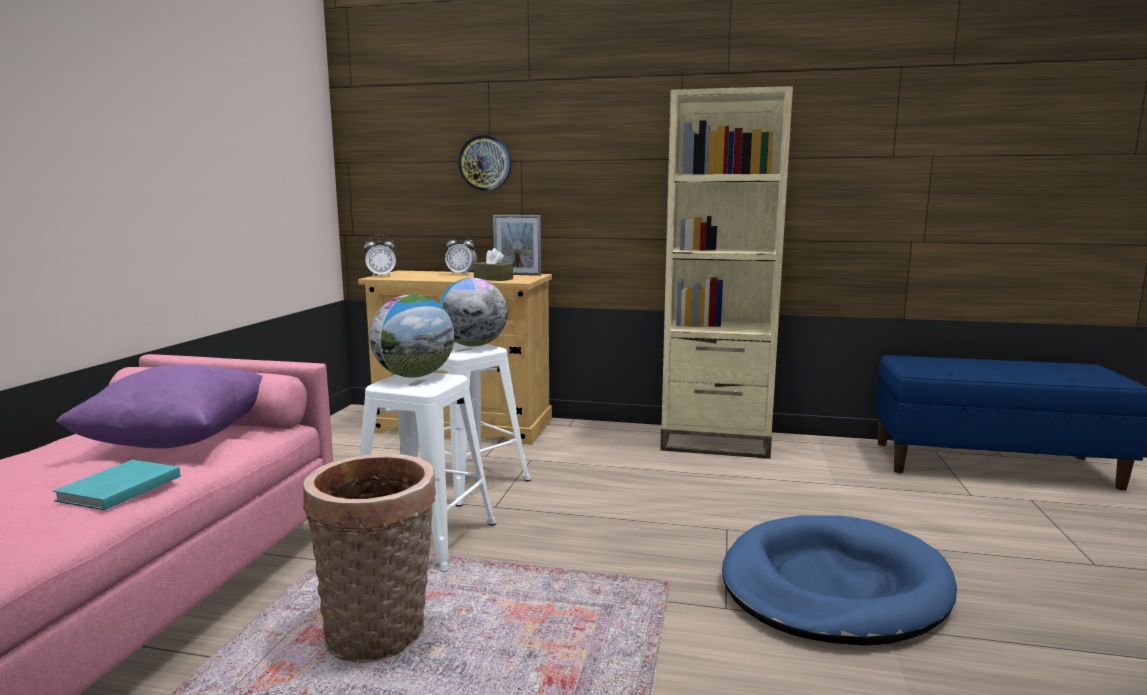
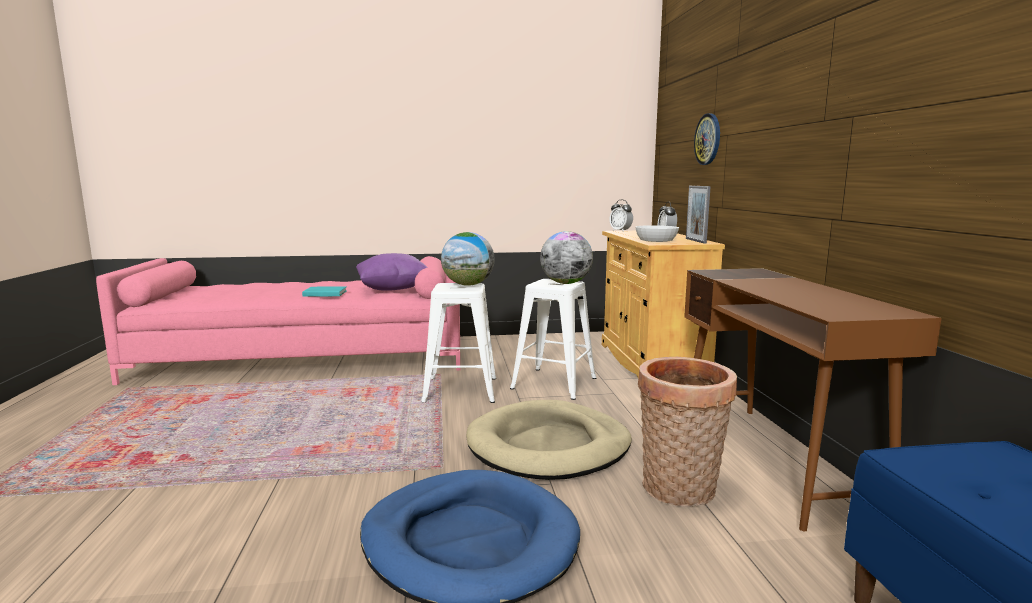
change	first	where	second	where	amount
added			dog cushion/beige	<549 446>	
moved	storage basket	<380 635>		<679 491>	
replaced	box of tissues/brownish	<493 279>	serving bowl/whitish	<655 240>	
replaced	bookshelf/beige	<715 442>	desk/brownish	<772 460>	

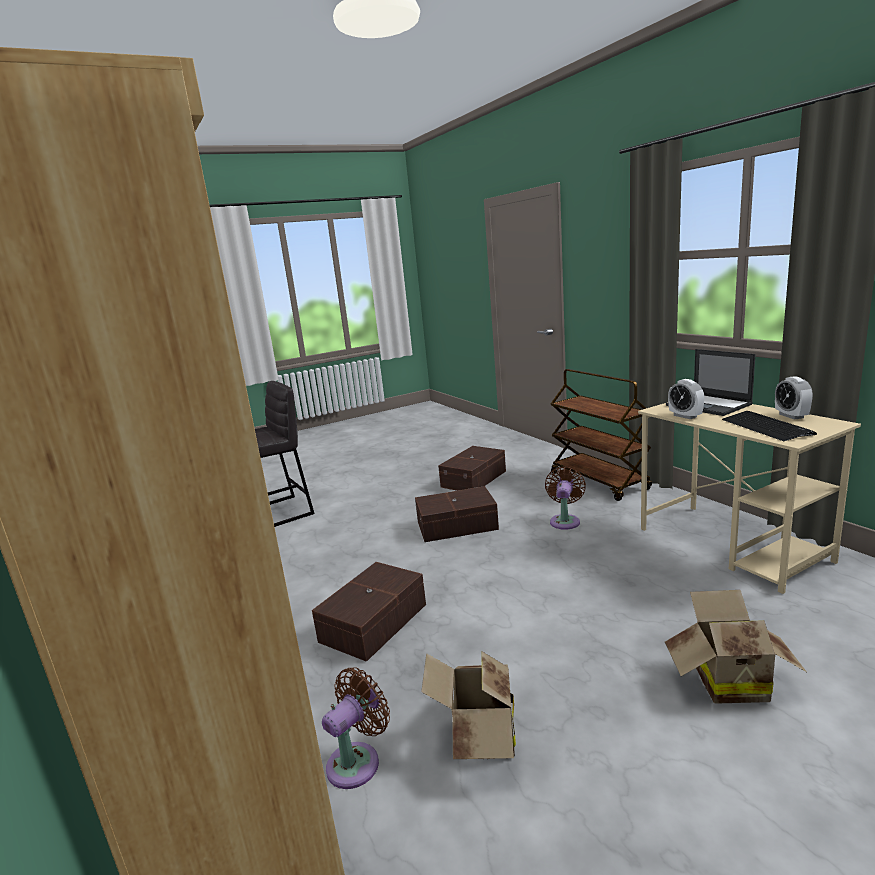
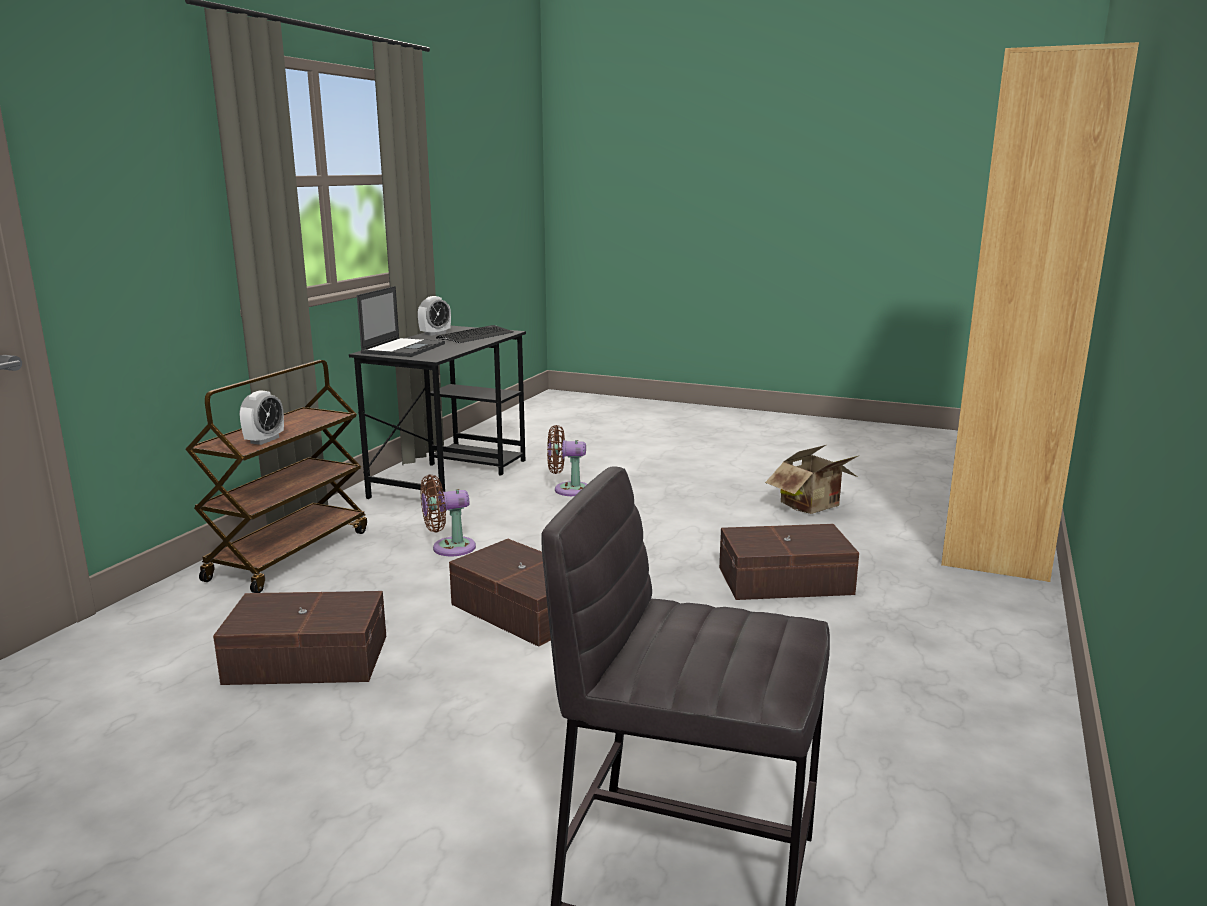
change	first	where	second	where	amount
removed	carton	<726 681>			
moved	fan/brownish	<357 761>		<568 490>	
moved	alarm clock	<685 416>		<264 440>	
recoloured	desk/beige	<732 545>	desk/blackish	<451 478>	

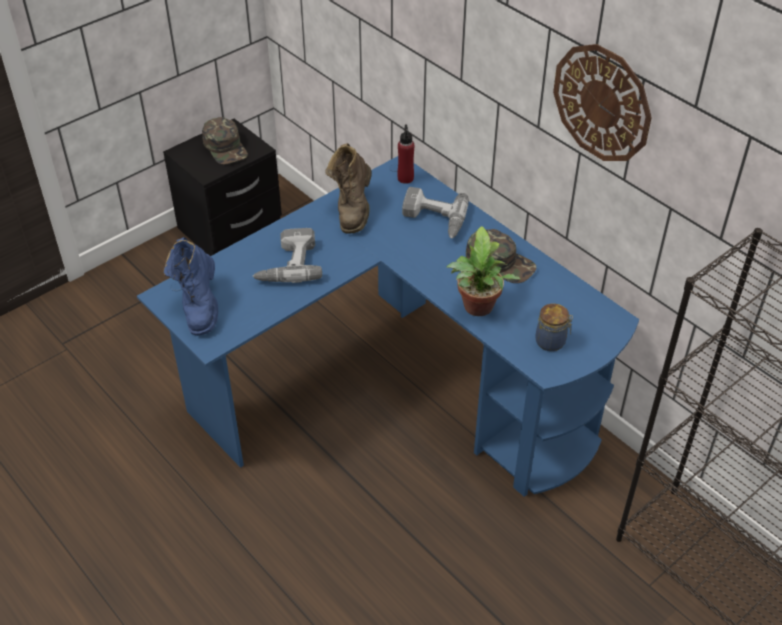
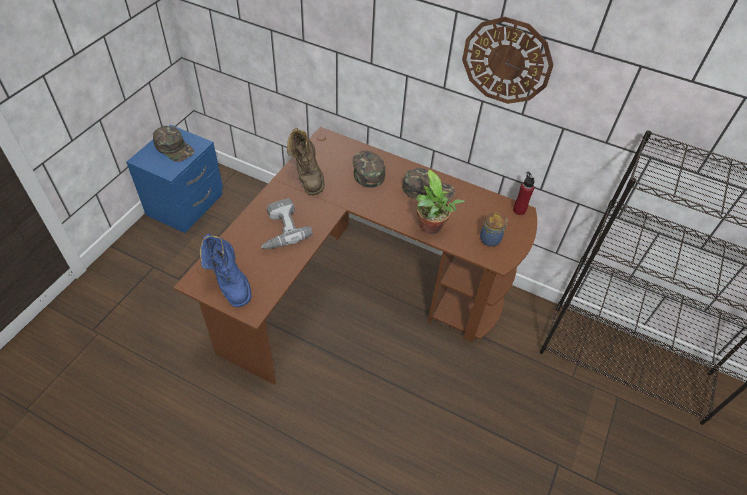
change	first	where	second	where	amount
moved	bottle/red	<405 178>		<519 210>	
replaced	drill	<433 220>	peaked cap/greenish	<367 170>	
recoloured	desk/blue-coloured	<398 389>	desk/brownish	<358 292>	
recoloured	night table/blackish	<231 228>	night table/blue-coloured	<186 205>	

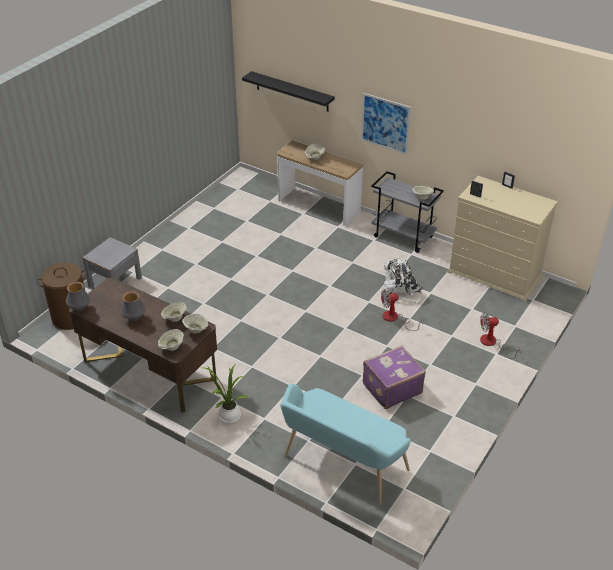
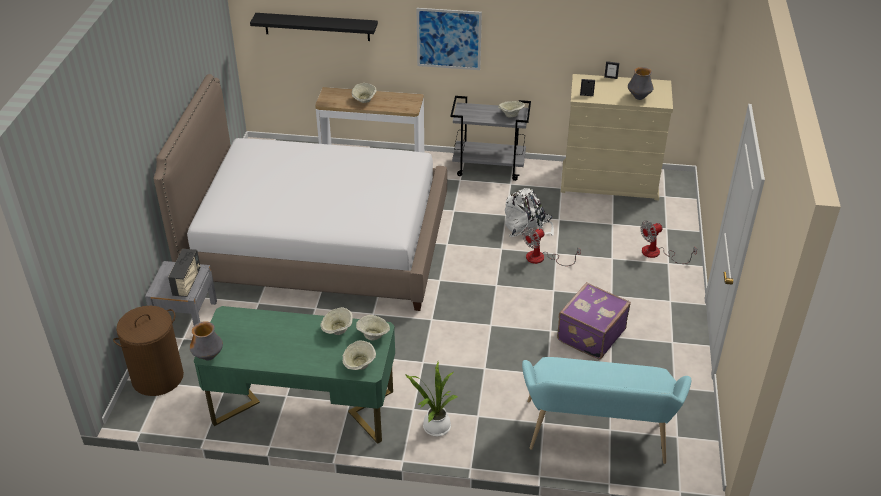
change	first	where	second	where	amount
added			bed	<317 244>	
added			radio	<187 282>	
moved	decorative vase	<134 318>		<639 97>	
recoloured	desk/brownish	<149 369>	desk/greenish	<303 407>	

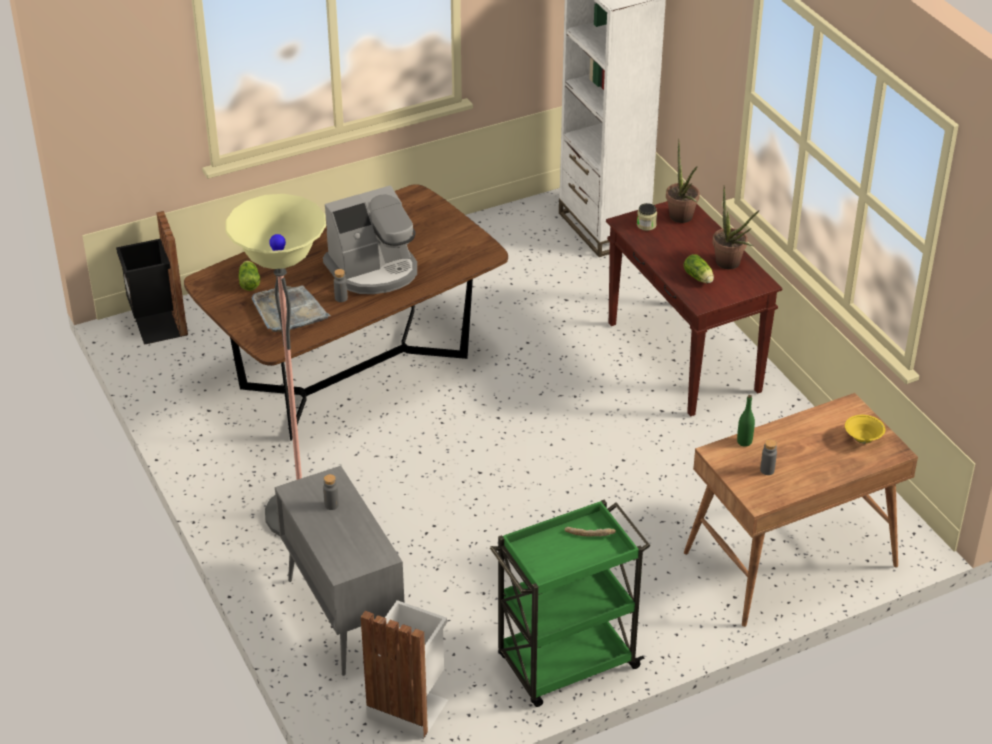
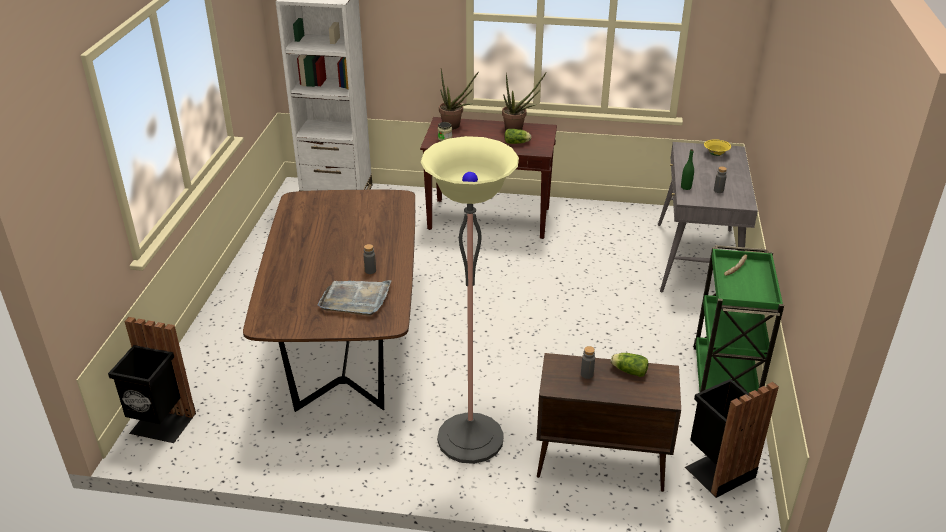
change	first	where	second	where	amount
removed	coffee brewer	<374 270>			
moved	head of lettuce	<249 282>		<628 371>	
recoloured	cabinet/gray	<343 615>	cabinet/brownish	<599 464>	
recoloured	trash can/whitish	<409 705>	trash can/blackish	<717 470>	
recoloured	desk/brownish	<790 561>	desk/gray	<697 260>	

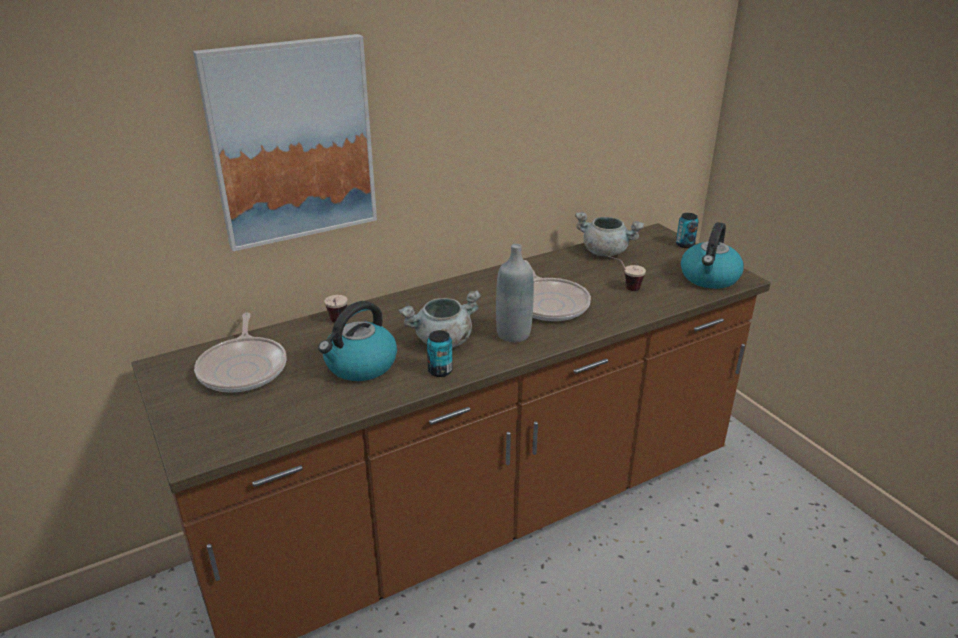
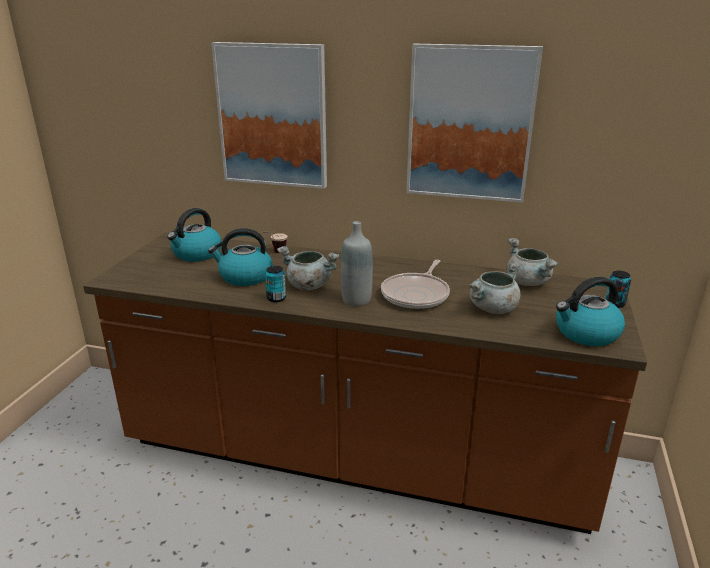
change	first	where	second	where	amount
added			wall art	<470 123>	
replaced	pan	<244 368>	tea kettle	<196 254>	
replaced	cup	<624 288>	stockpot/gray	<493 309>	

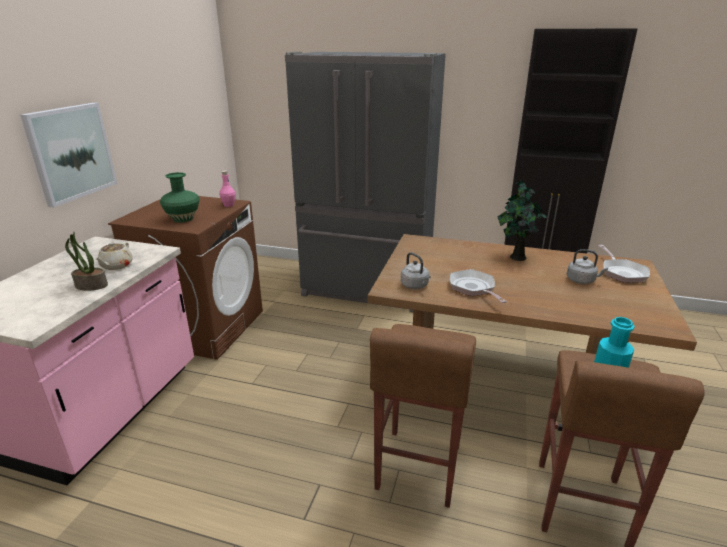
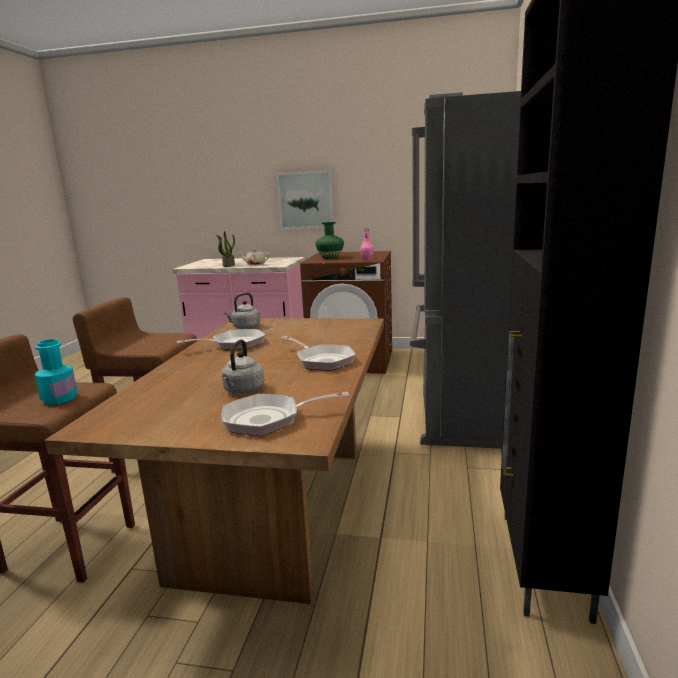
change	first	where	second	where	amount
replaced	houseplant	<516 257>	pan	<322 360>	

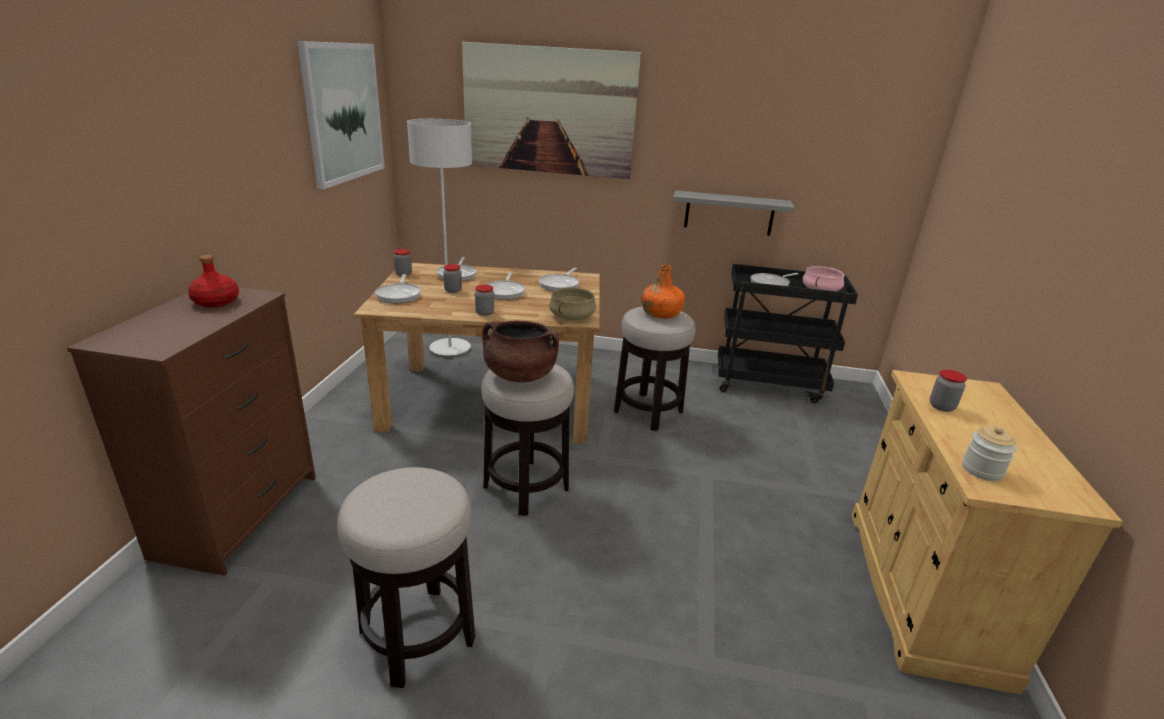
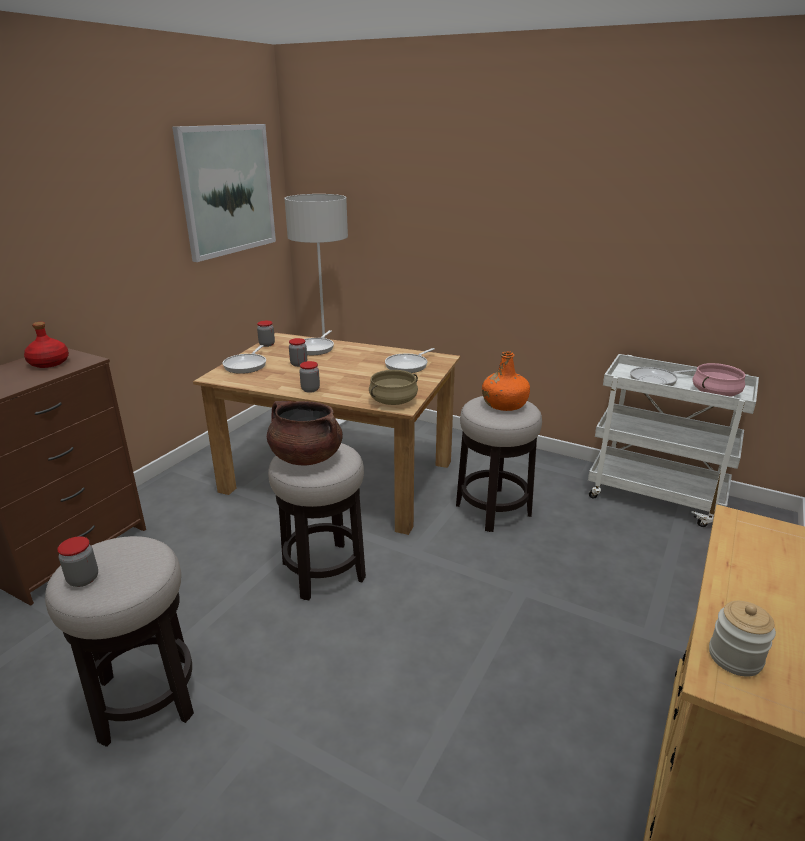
change	first	where	second	where	amount
removed	wall art	<549 111>			
removed	pan	<504 292>			
removed	shelf/gray	<729 213>			
moved	preserve jar	<941 407>		<83 579>	
recoloured	wheeled cart/blackish	<769 384>	wheeled cart/whitish	<656 496>	

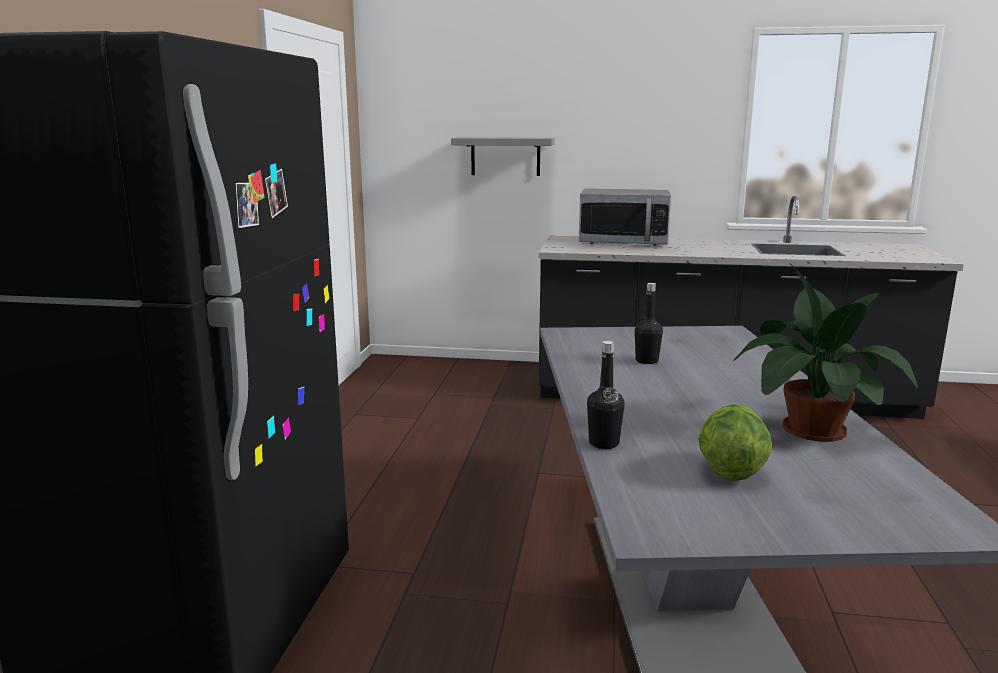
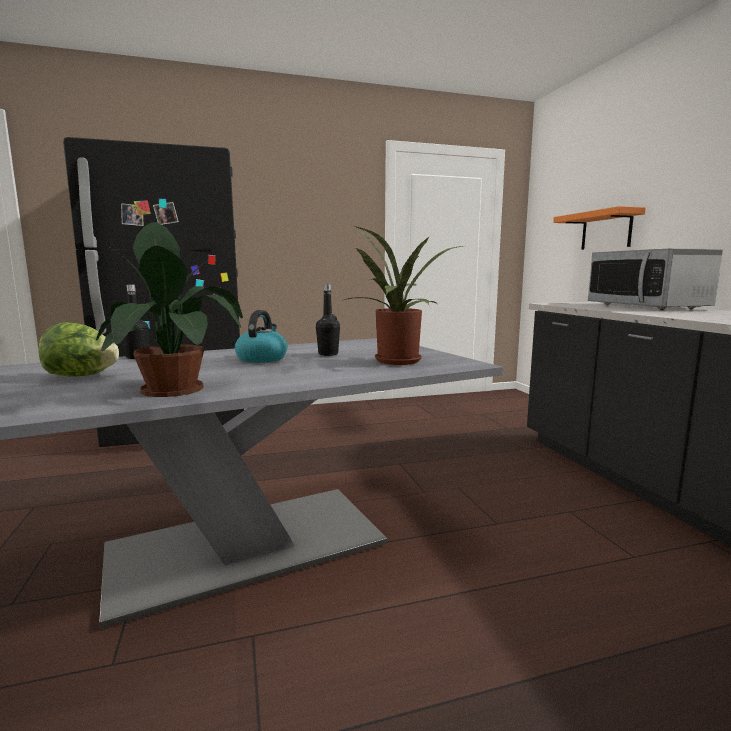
change	first	where	second	where	amount
added			tea kettle	<262 358>	
added			houseplant	<398 362>	
recoloured	shelf/gray	<505 156>	shelf/orange-coloured	<606 230>	

